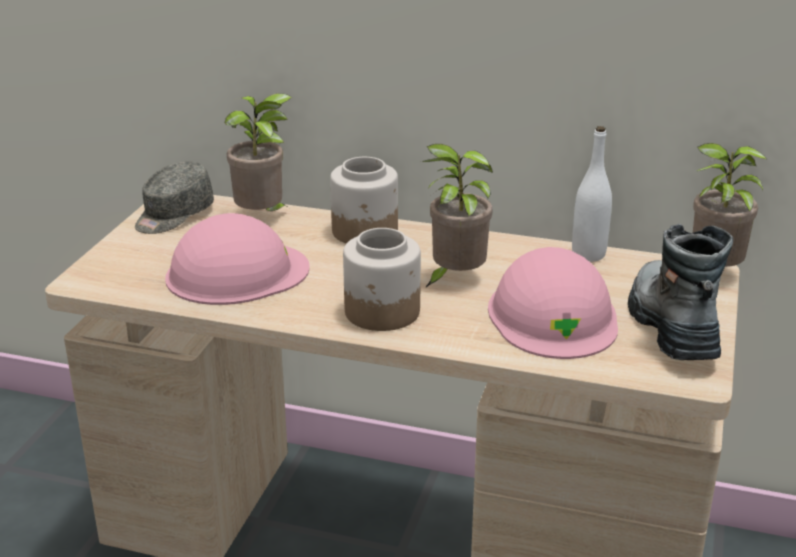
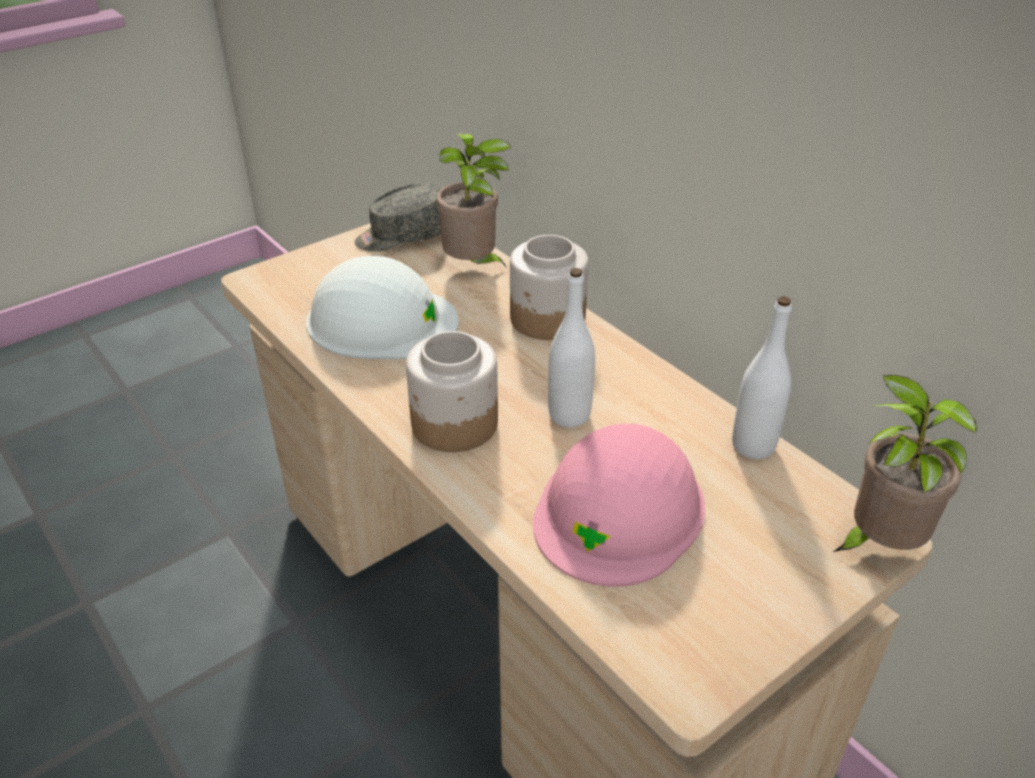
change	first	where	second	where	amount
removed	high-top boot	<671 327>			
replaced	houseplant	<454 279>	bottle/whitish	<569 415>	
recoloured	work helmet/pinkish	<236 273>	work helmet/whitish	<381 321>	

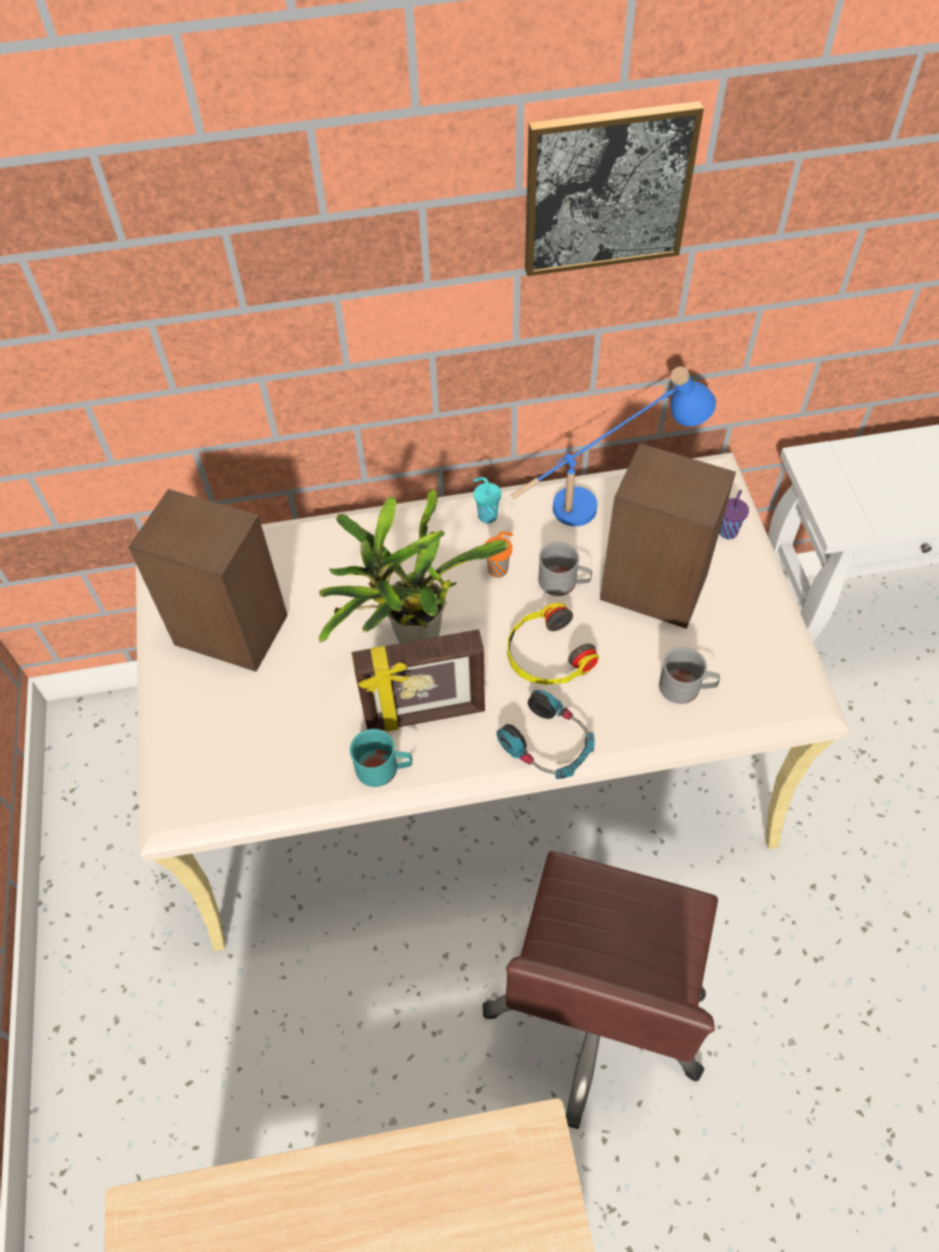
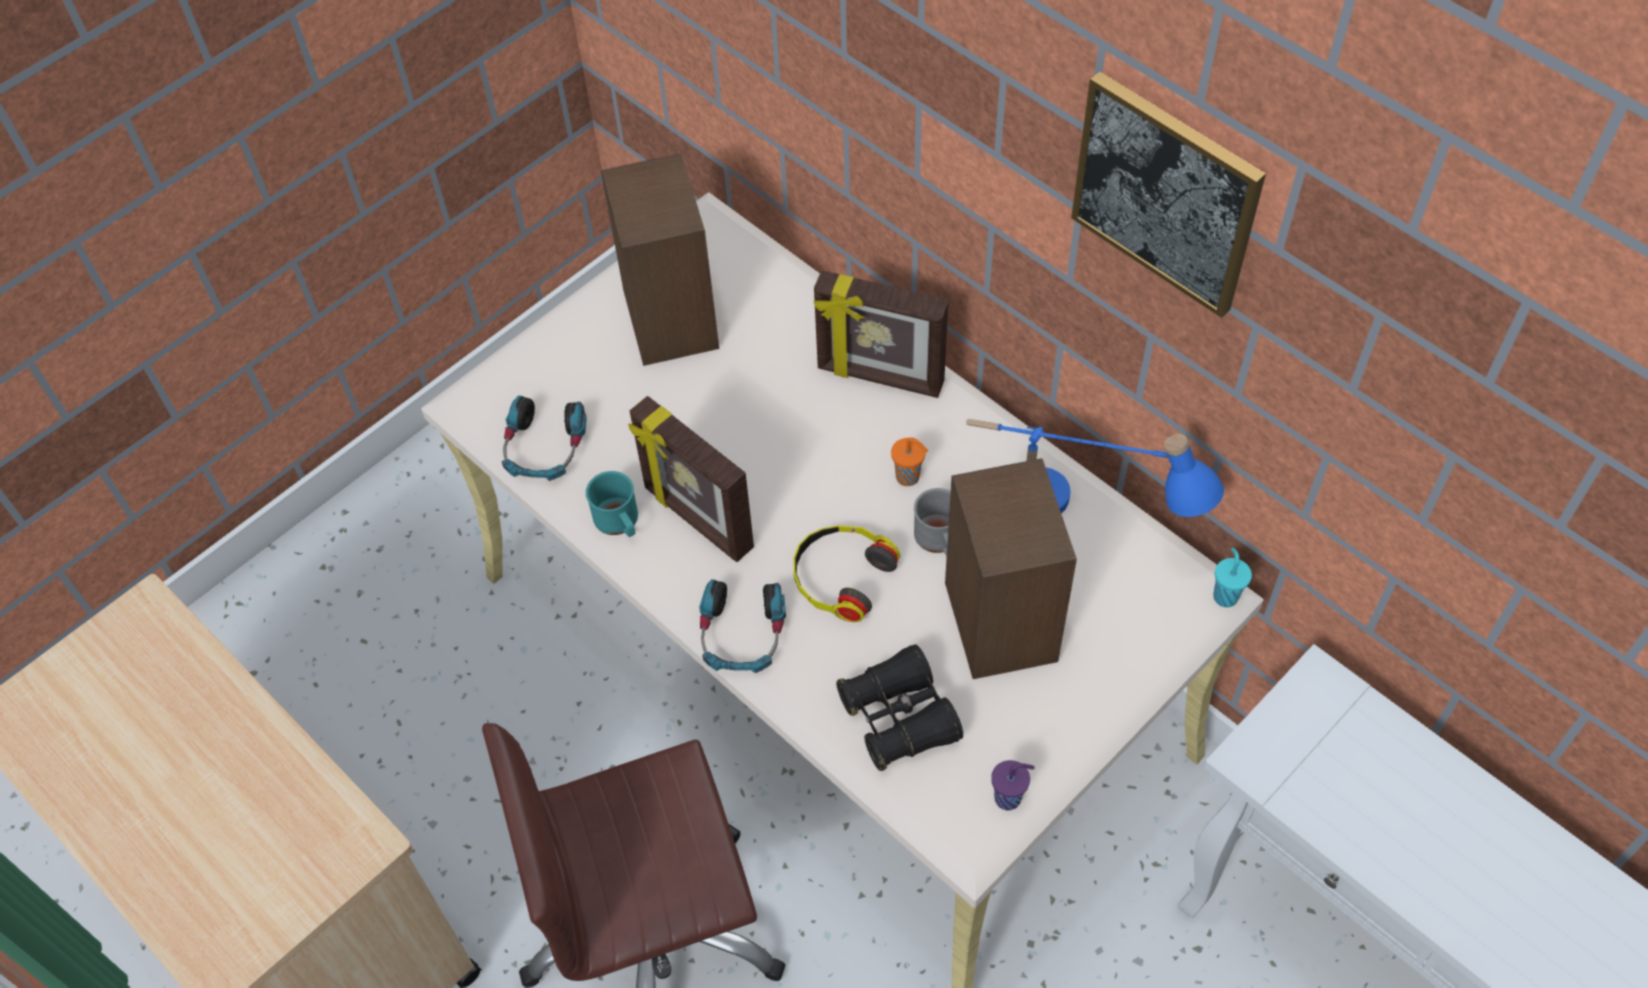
change	first	where	second	where	amount
removed	houseplant	<411 637>			
added			pair of headphones	<544 448>	
added			photo frame	<880 377>	
moved	cup/blue-green	<486 516>		<1225 595>	
moved	cup/purplish	<728 531>		<1009 798>	
replaced	coffee mug/gray	<686 687>	pair of binoculars/blackish	<899 717>	

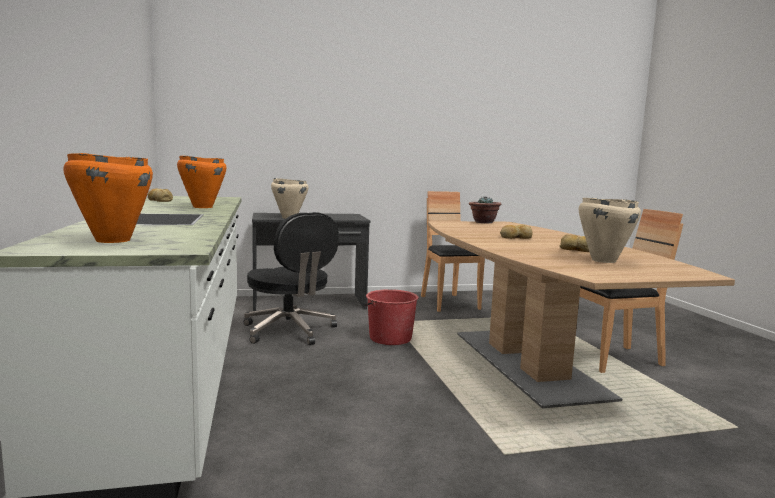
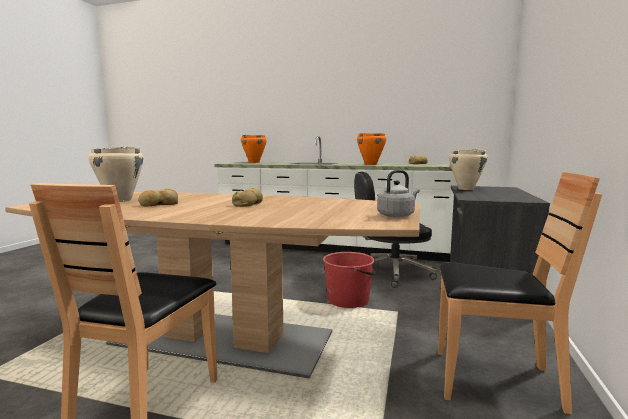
change	first	where	second	where	amount
replaced	houseplant	<483 222>	tea kettle/gray	<397 215>	

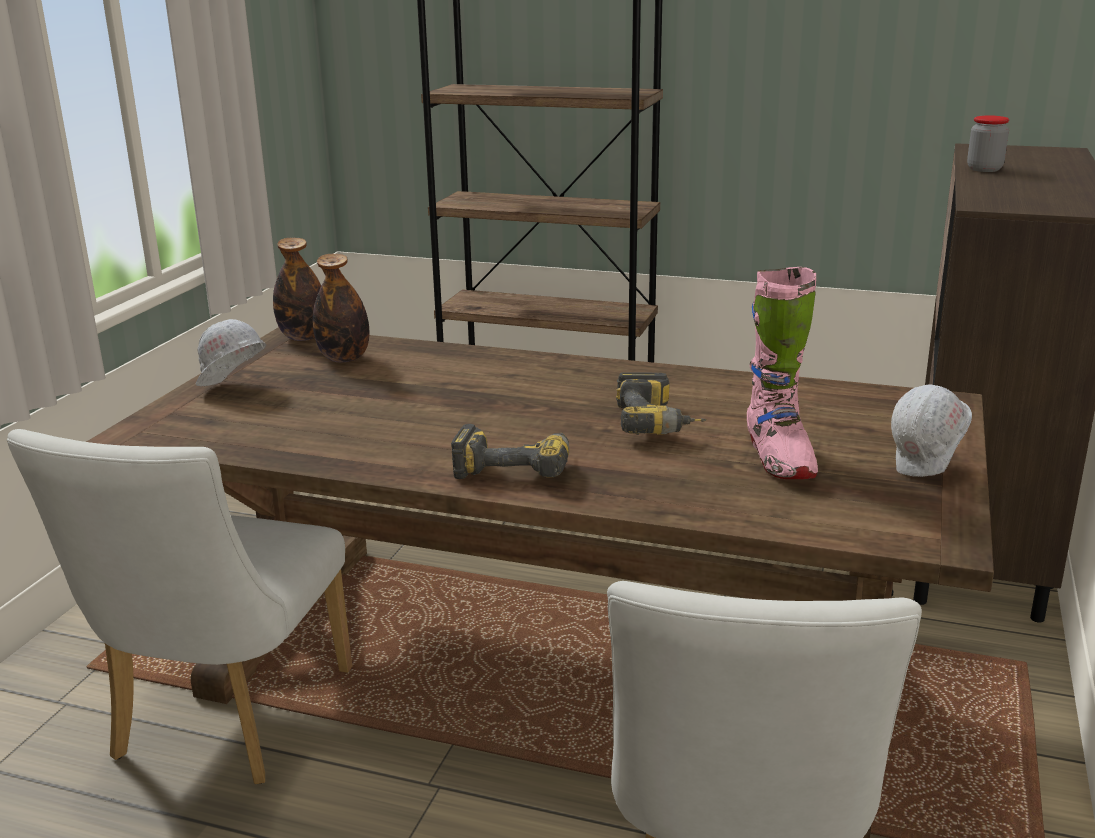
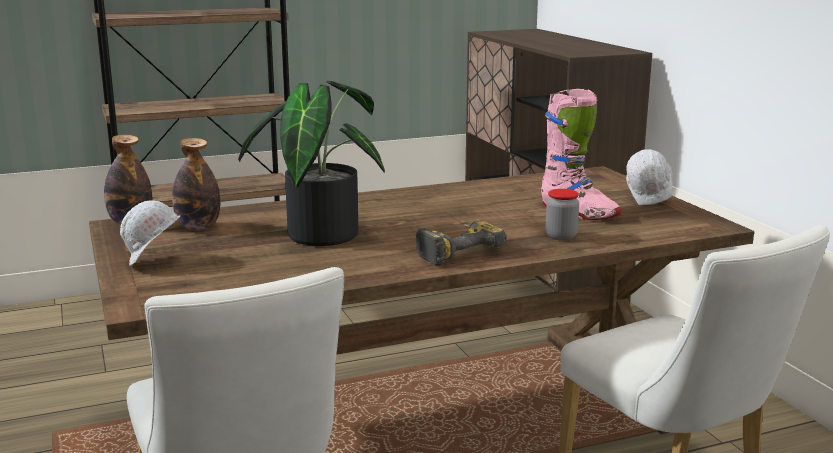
change	first	where	second	where	amount
removed	drill	<658 424>			
added			houseplant	<318 233>	
moved	preserve jar	<984 169>		<561 236>	

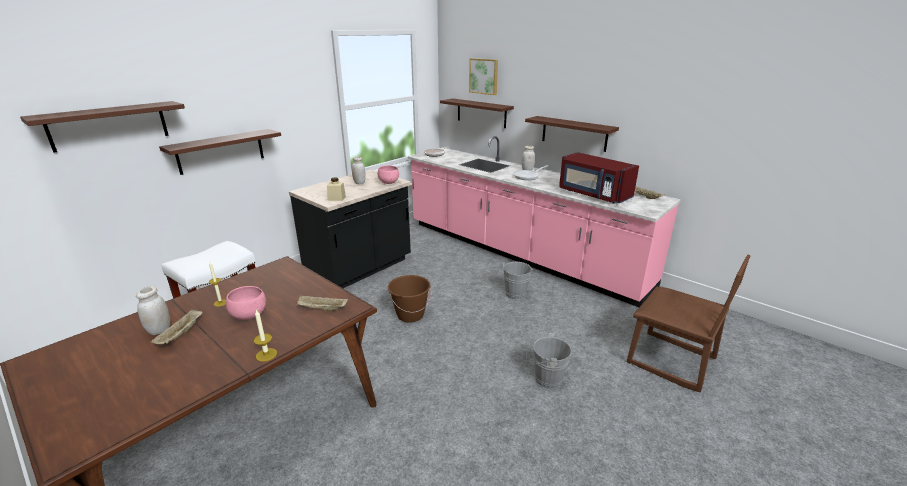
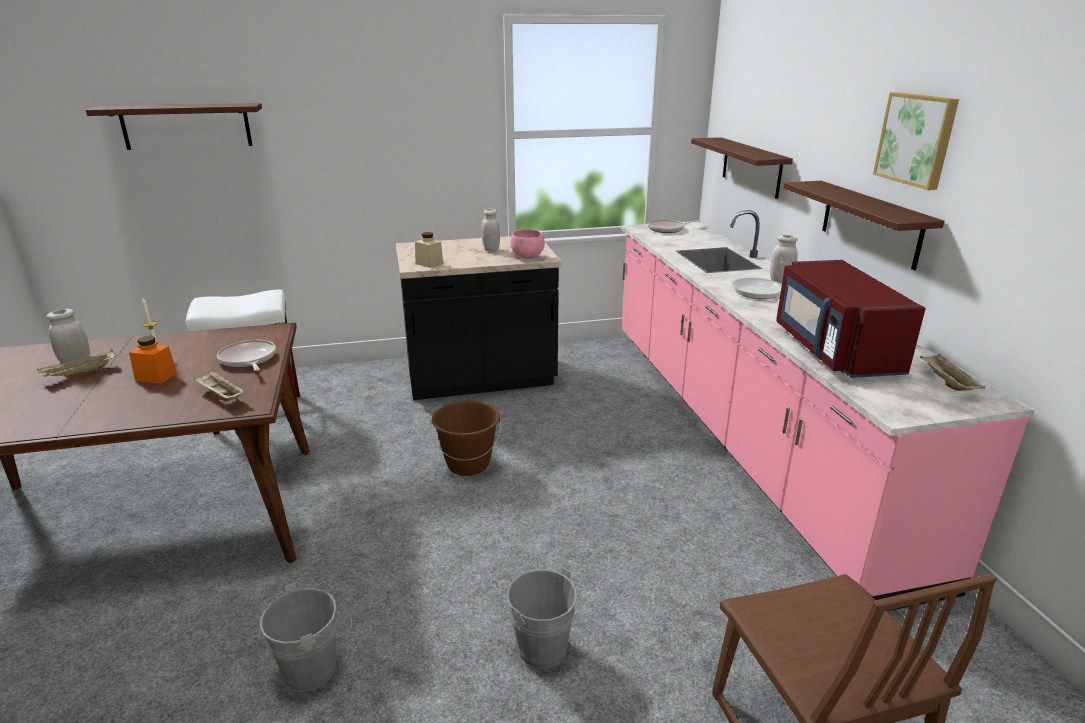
change	first	where	second	where	amount
removed	shelf	<221 151>			
removed	wax light	<266 354>			
added			pan	<248 360>	
moved	wall art	<484 76>		<917 139>	
moved	bucket/gray	<516 293>		<316 667>	
replaced	serving bowl/pinkish	<250 315>	preserve jar/orange-coloured	<156 377>	

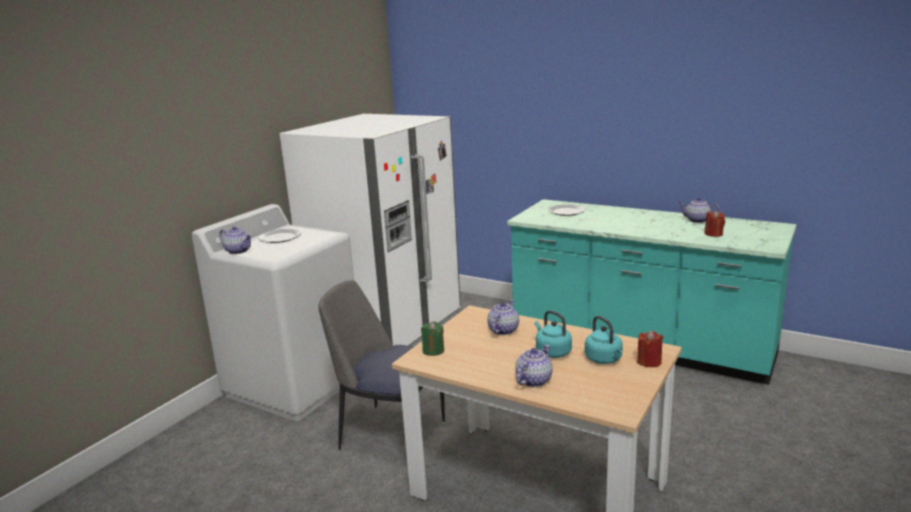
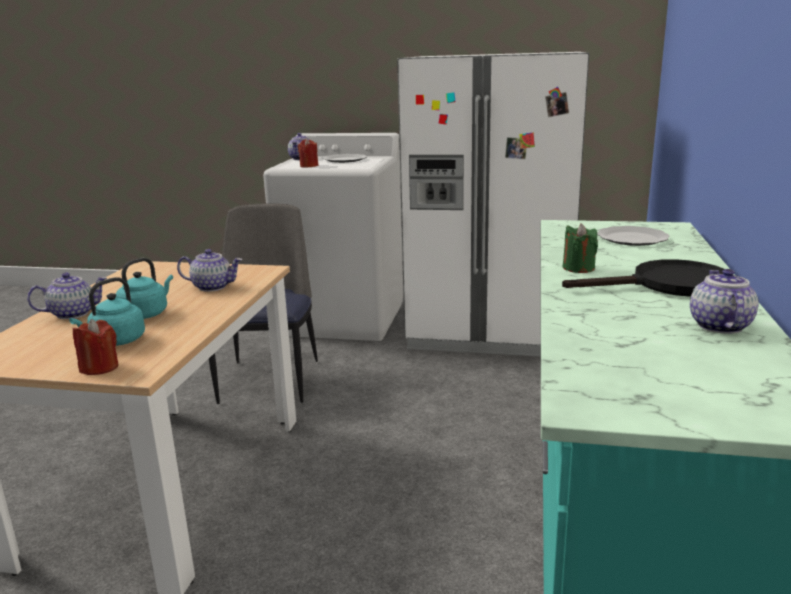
change	first	where	second	where	amount
added			pan/blackish	<667 285>	
moved	wax light/greenish	<433 351>		<578 268>	
moved	wax light/red	<713 234>		<309 166>	
turned	pot for tea	<533 380>		<73 313>	45 degrees counterclockwise

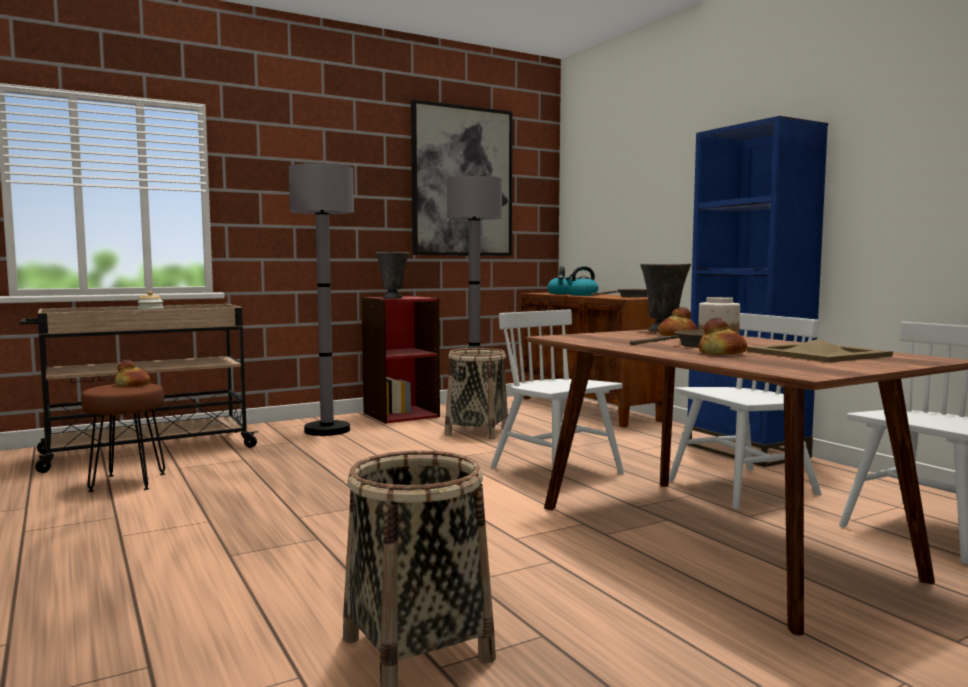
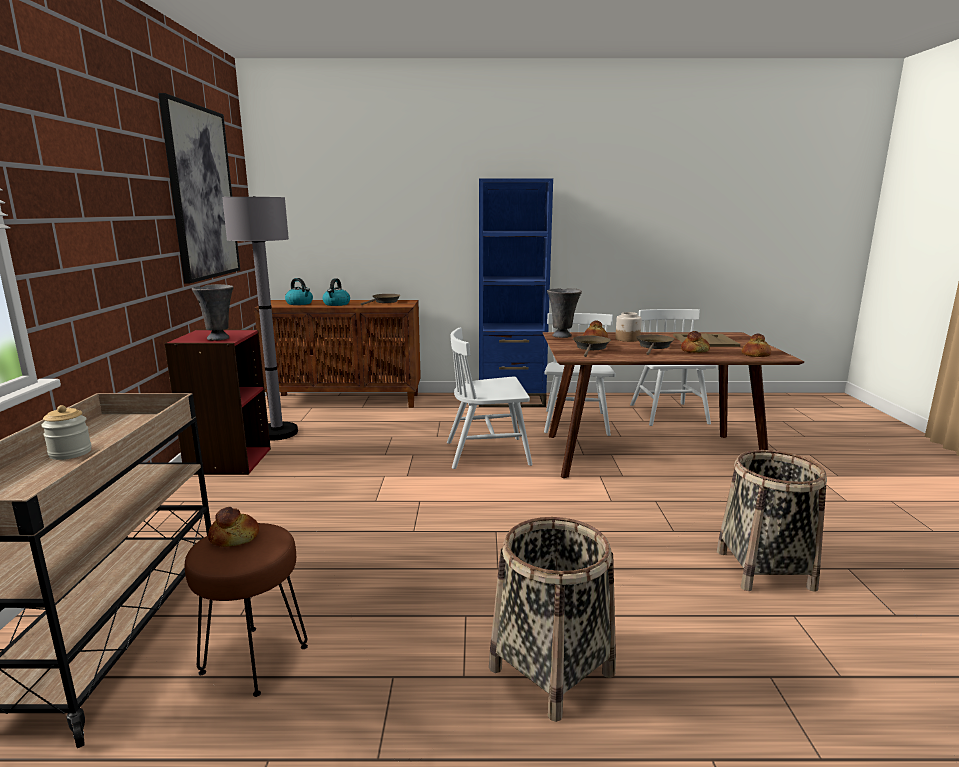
change	first	where	second	where	amount
removed	floor lamp/gray	<327 430>			
added			pan/brownish	<591 348>	
added			baked bread	<756 355>	
moved	storage basket	<477 432>		<551 670>	

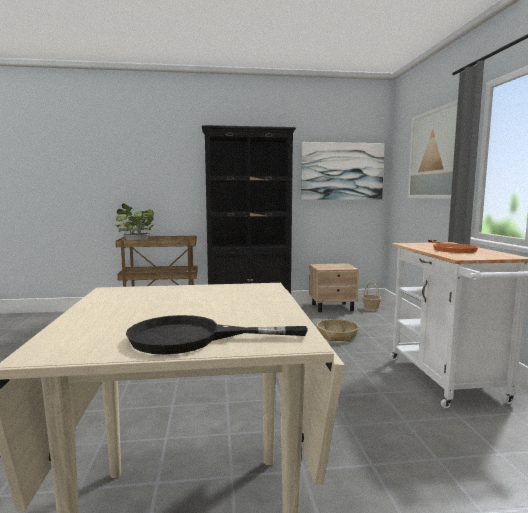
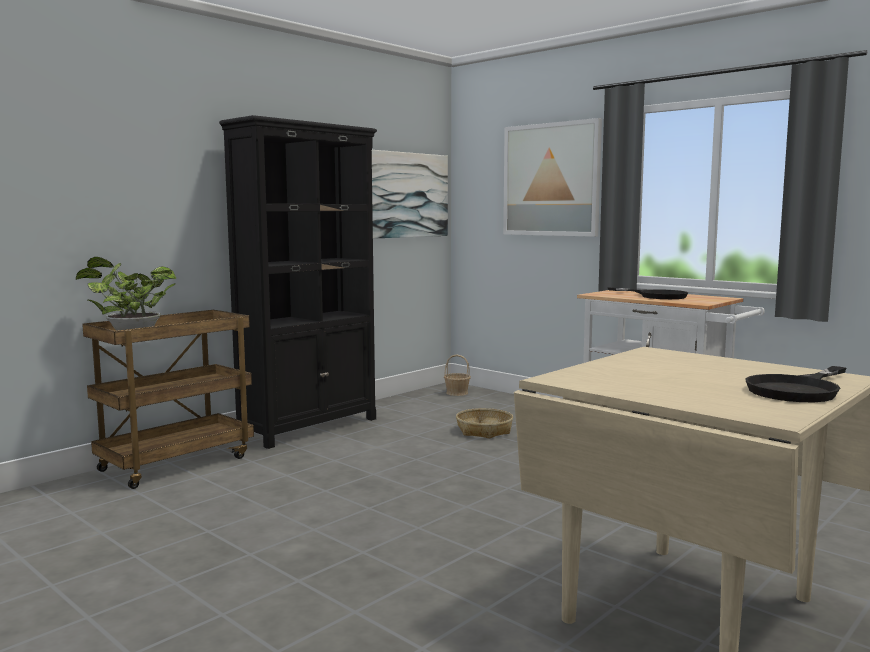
change	first	where	second	where	amount
removed	night table/beige	<333 307>			
recoloured	pan/orange-coloured	<451 249>	pan/blackish	<656 296>	

